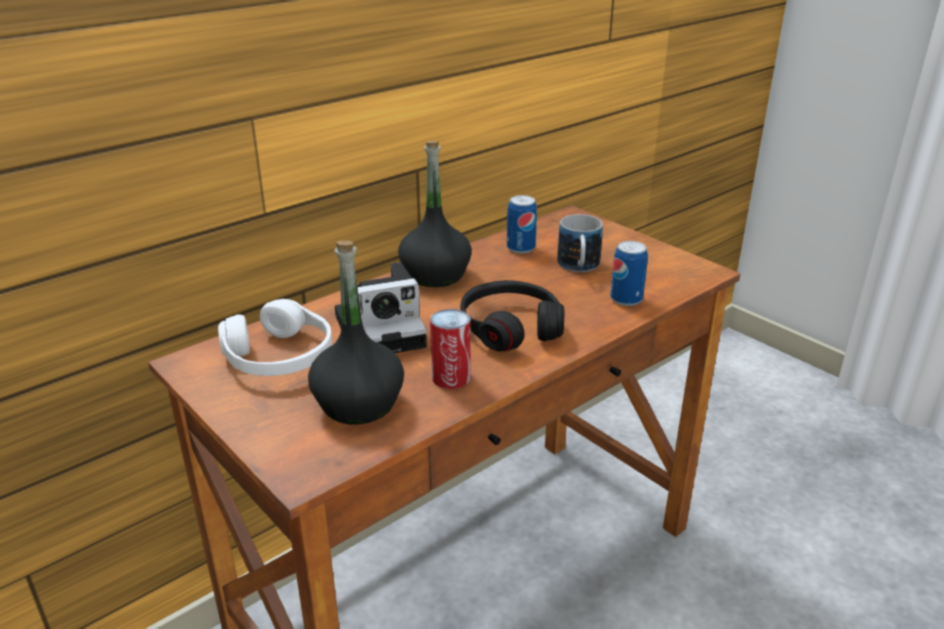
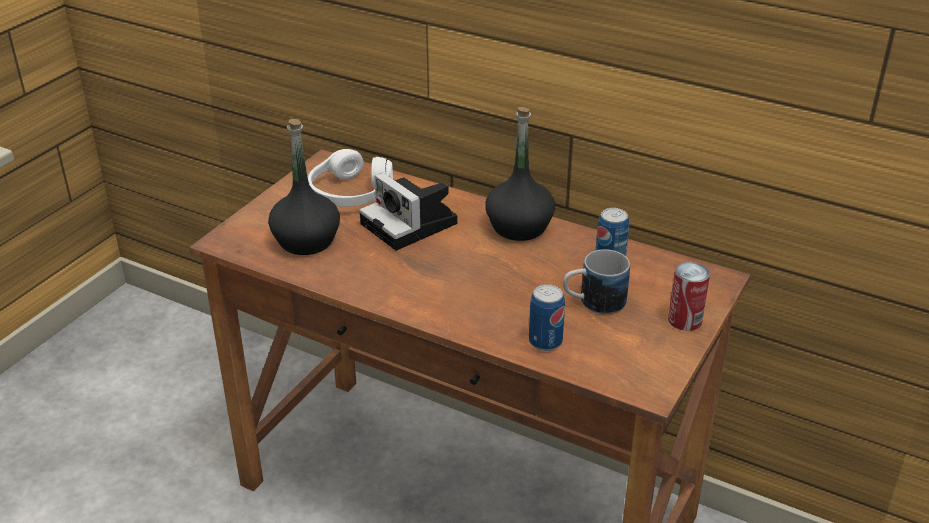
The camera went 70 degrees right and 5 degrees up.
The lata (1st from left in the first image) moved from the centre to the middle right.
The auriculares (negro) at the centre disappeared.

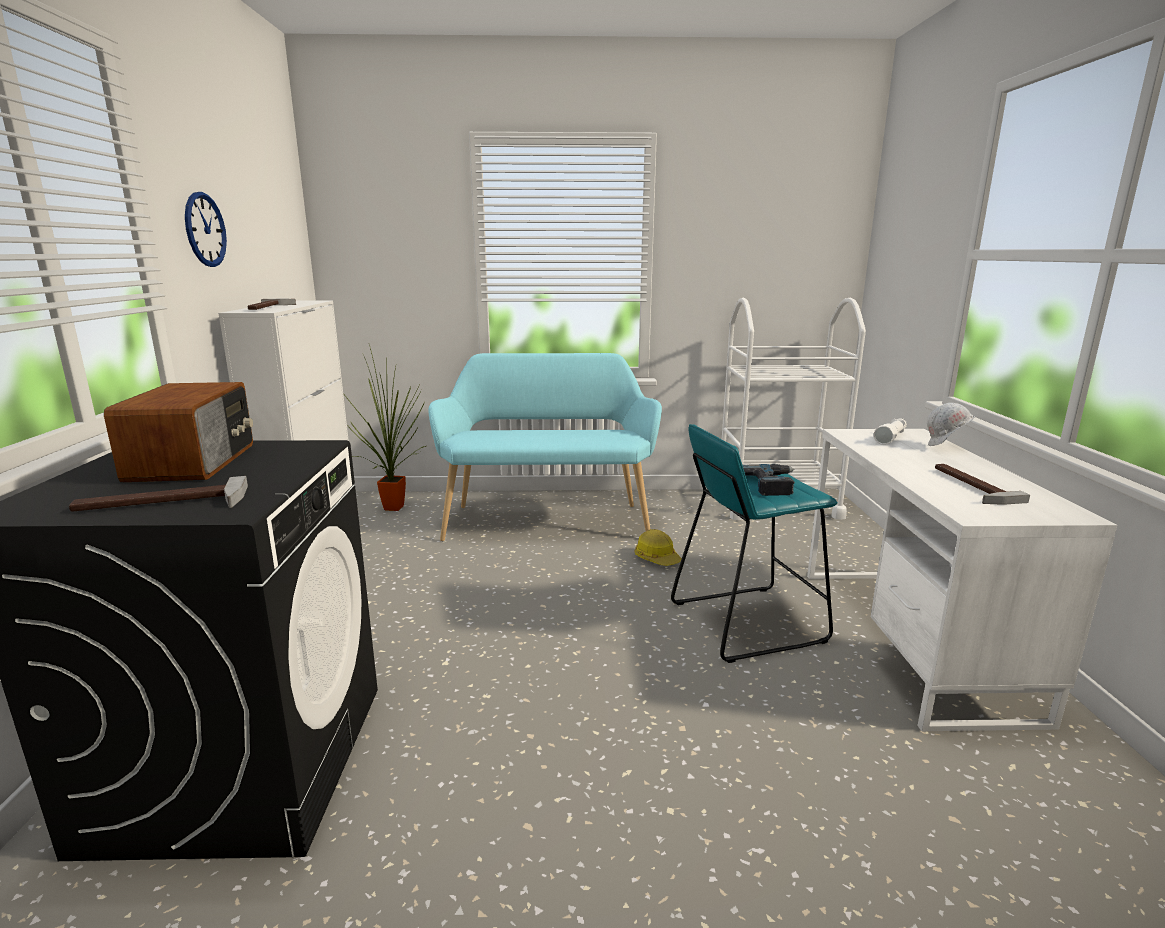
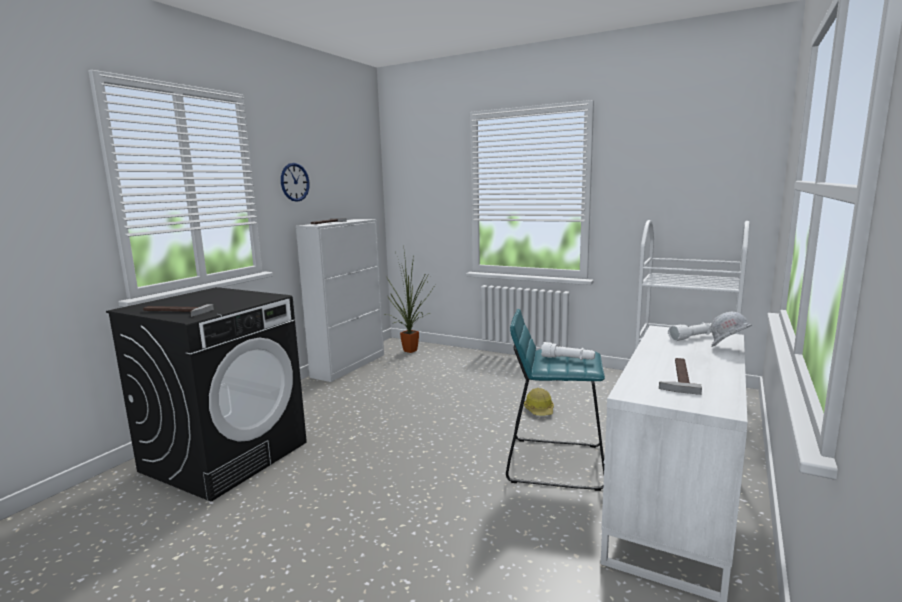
The camera went 30 degrees right and 5 degrees down.
The radio at the middle left disappeared.
The banco (turquesa) at the centre disappeared.
The taladro at the centre was replaced by the linterna (blanco) (1st from left) at the centre.

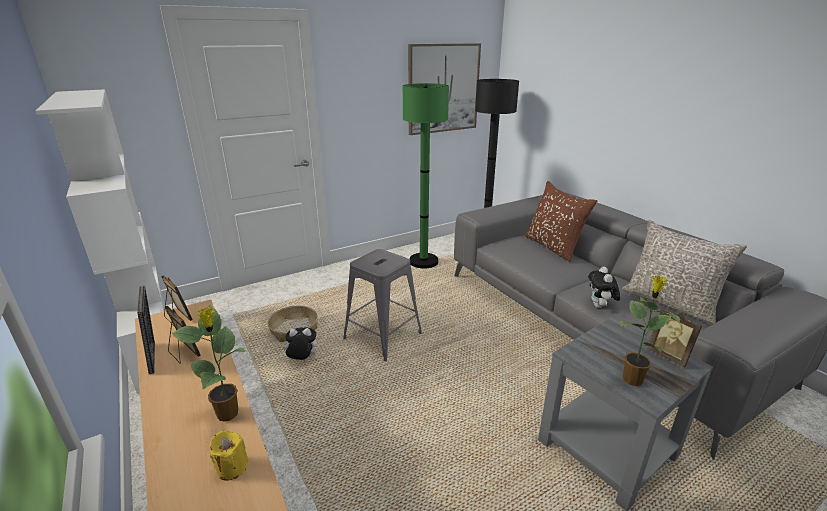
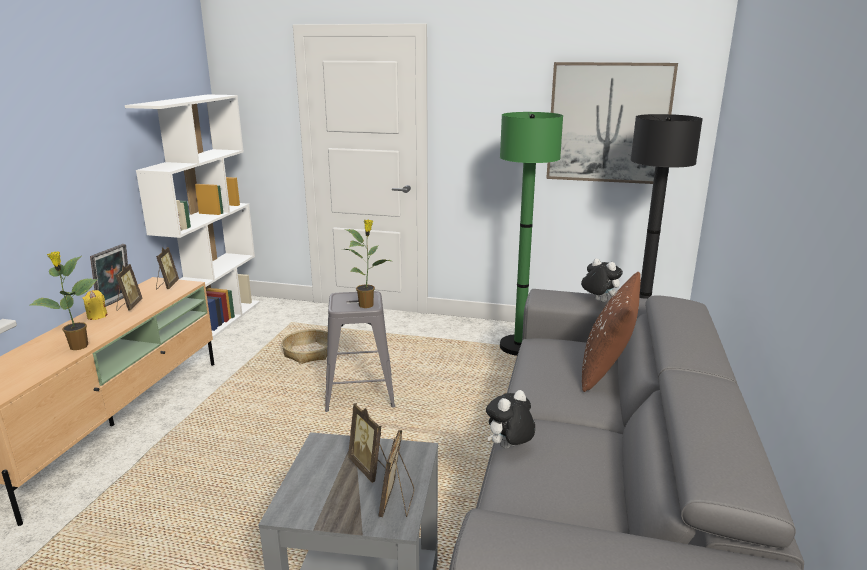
The camera went 45 degrees right and 5 degrees down.
The vela (amarillo) moved from the bottom left to the middle left.
The peluche (1st from left in the first image) moved from the bottom centre to the middle right.
The planta en maceta (2nd from left) moved from the middle right to the centre.
The cojín (gris) at the middle right disappeared.
The portarretratos (4th from left) at the bottom centre appeared.

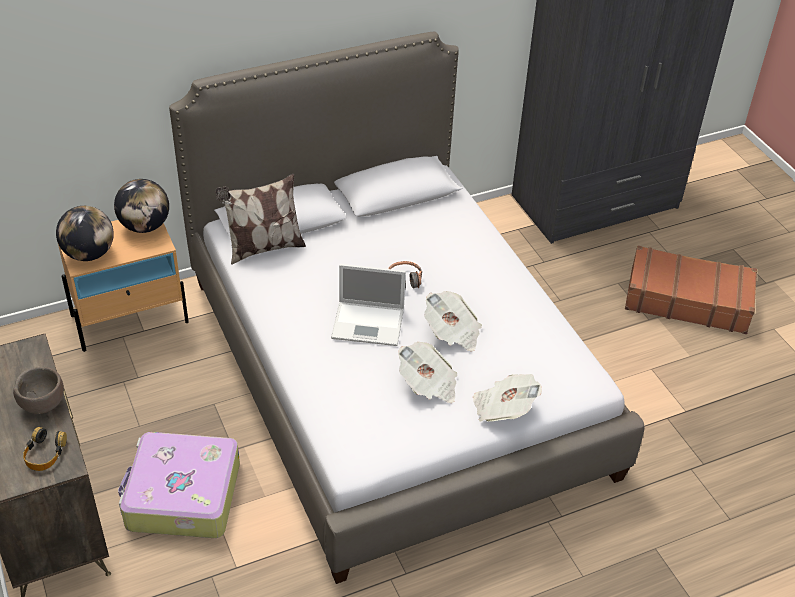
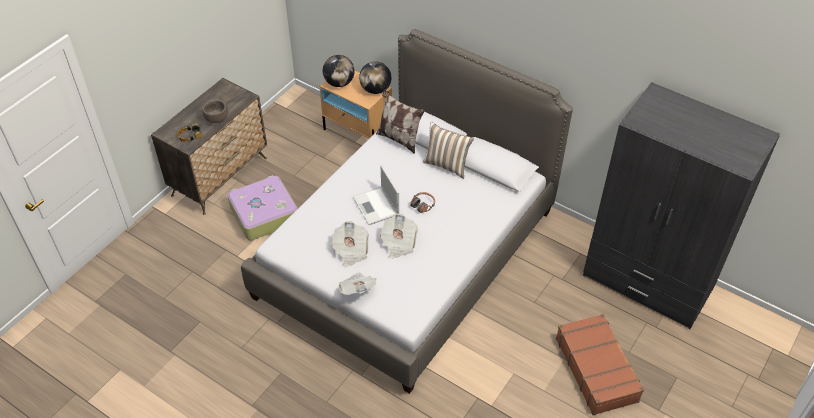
The camera went 60 degrees right and 5 degrees up.
The cojín (2nd from left) at the centre appeared.

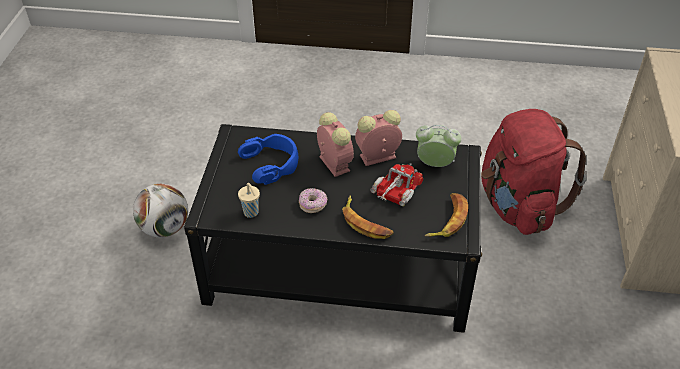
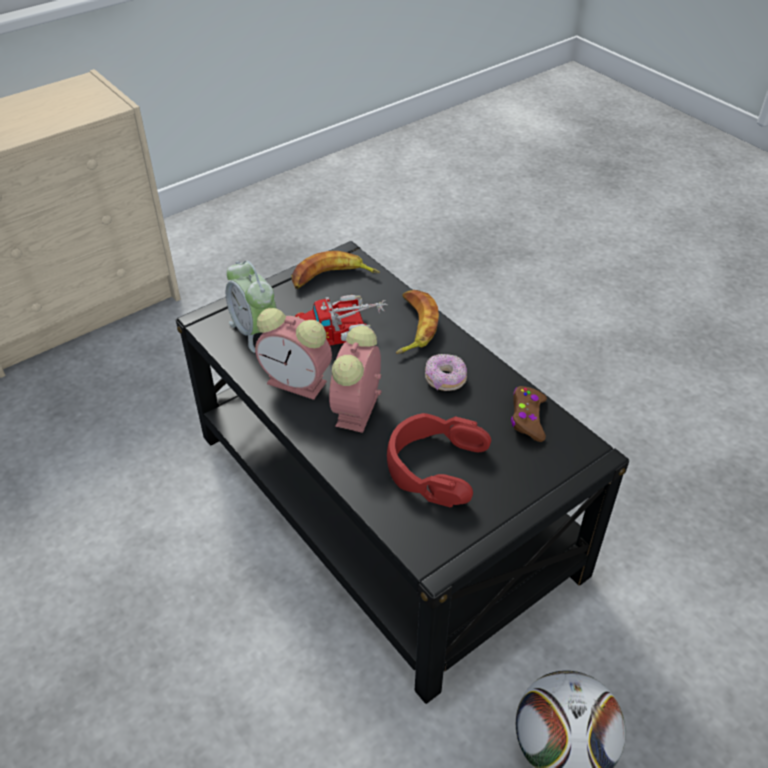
The camera went 135 degrees left and 0 degrees up.
The auriculares (azul) at the centre became the auriculares (rojo) at the centre.
The taza (beis) at the centre was replaced by the mando de consola (marrón) at the middle right.
The mochila (rojo) at the middle right disappeared.

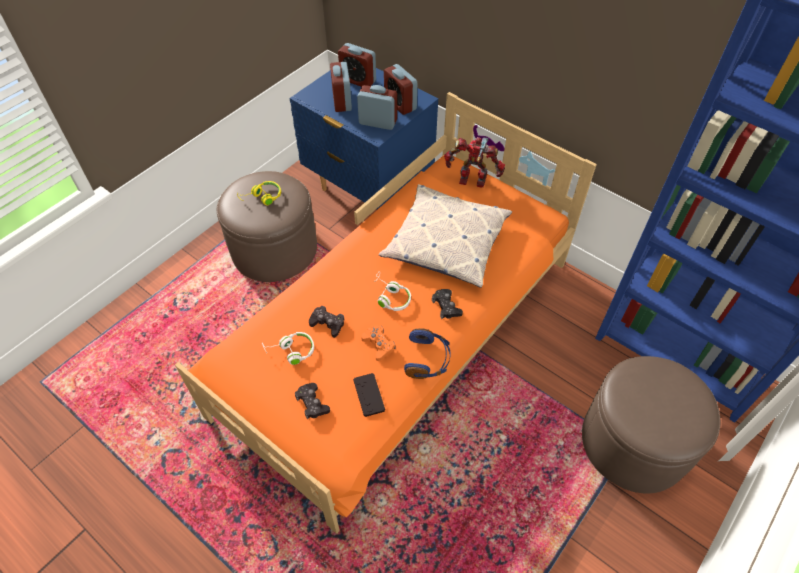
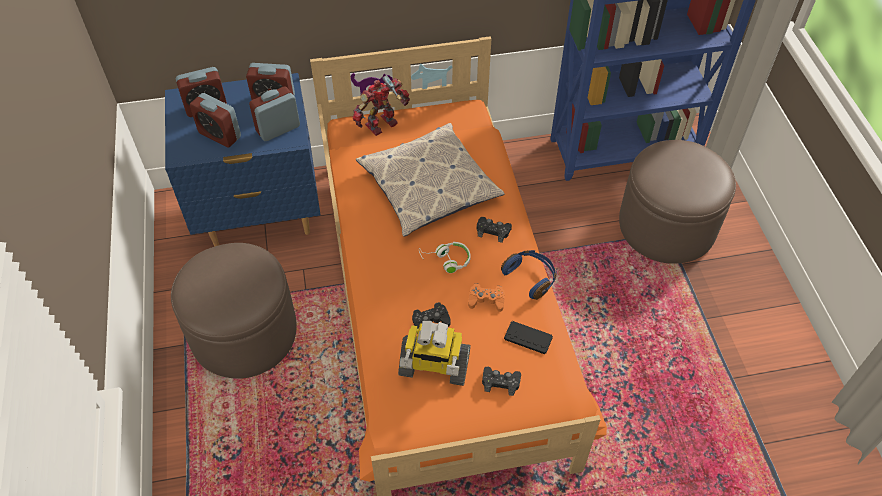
The camera went 50 degrees left and 0 degrees up.
The auriculares (amarillo) at the middle left disappeared.
The auriculares (blanco) (1st from left) at the centre was replaced by the robot de juguete (2nd from left) at the bottom centre.

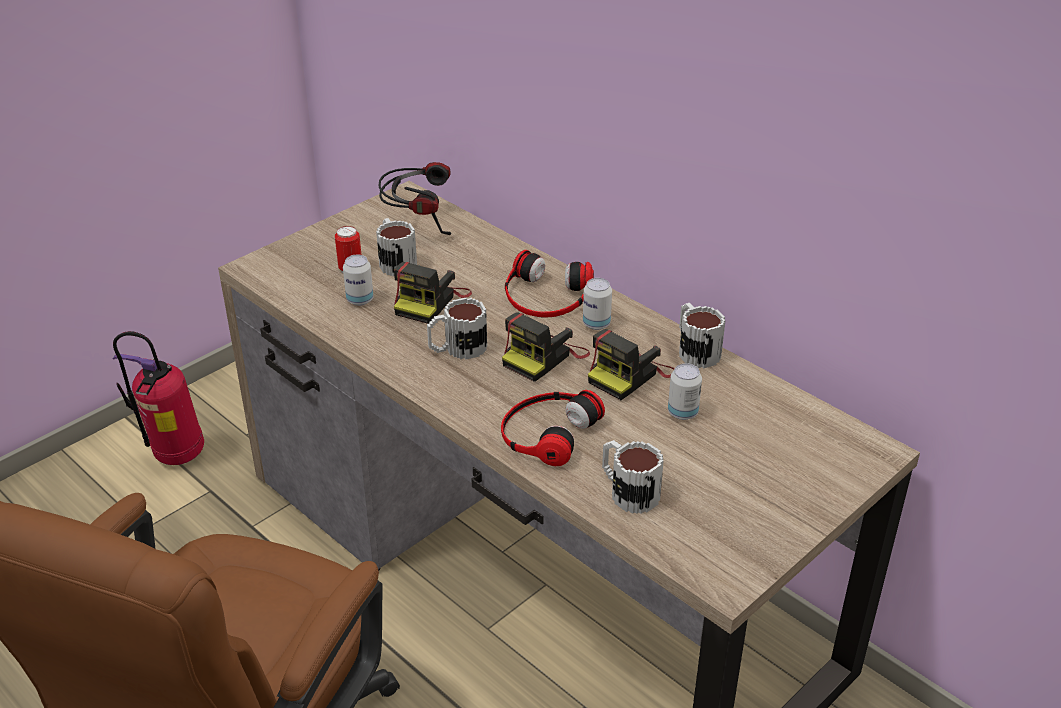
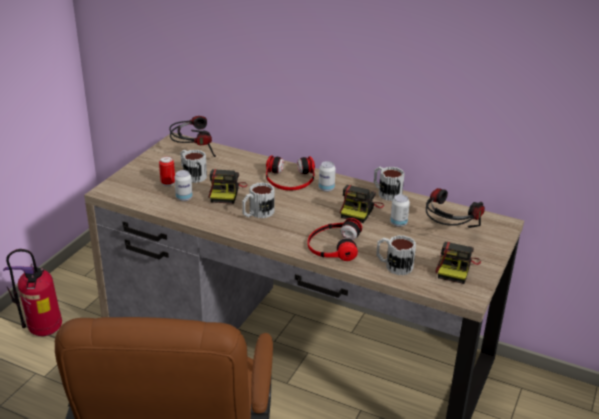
The camera went 20 degrees left and 5 degrees down.
The cámara (2nd from left in the first image) moved from the centre to the middle right.
The auriculares (4th from left) at the middle right appeared.

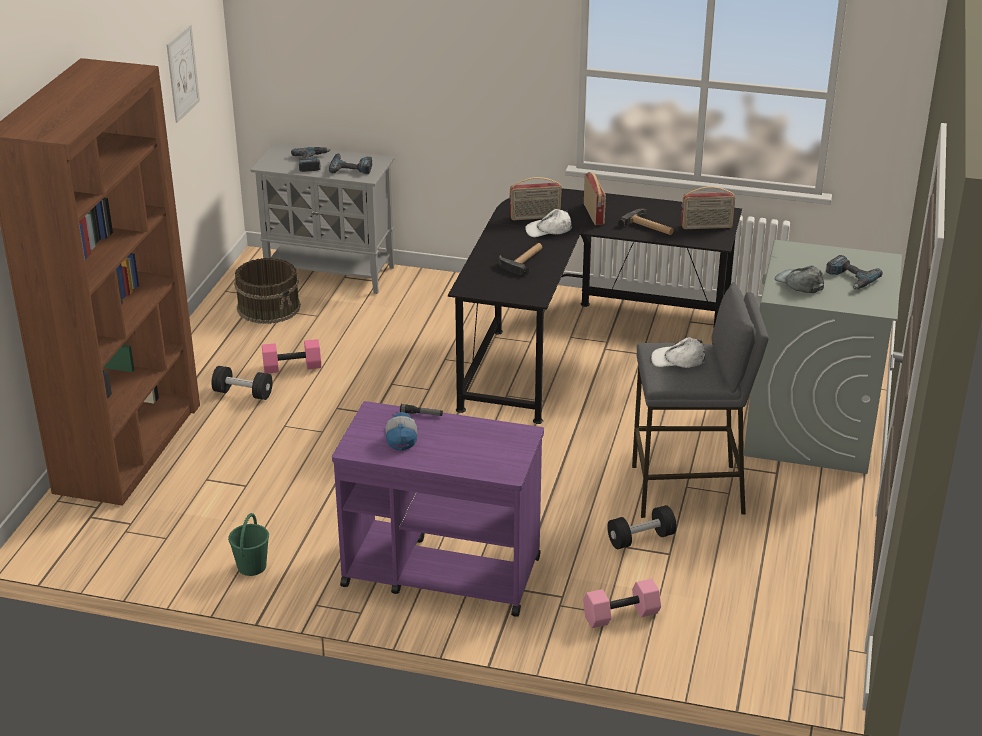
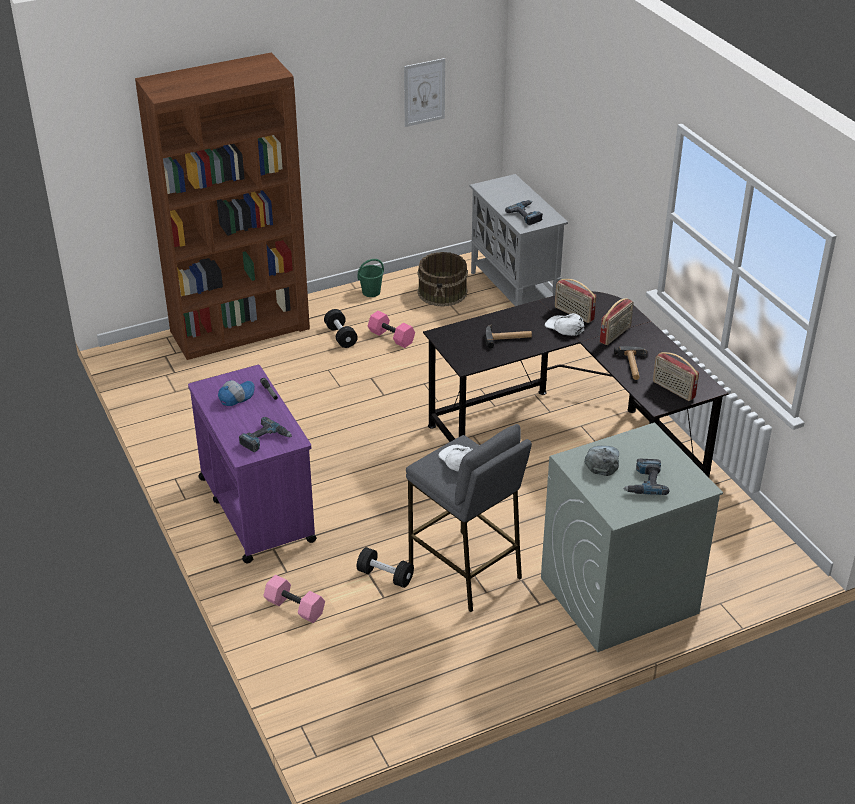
The camera went 50 degrees right and 5 degrees up.
The cubo (verde) moved from the bottom left to the centre.
The taladro (1st from left) moved from the top left to the middle left.

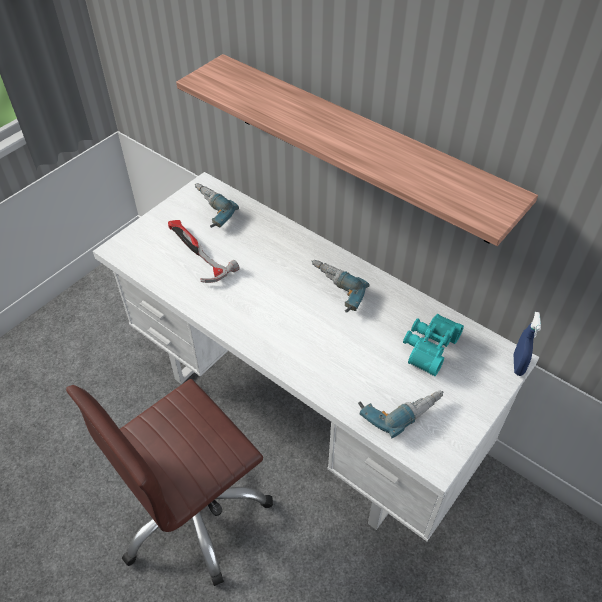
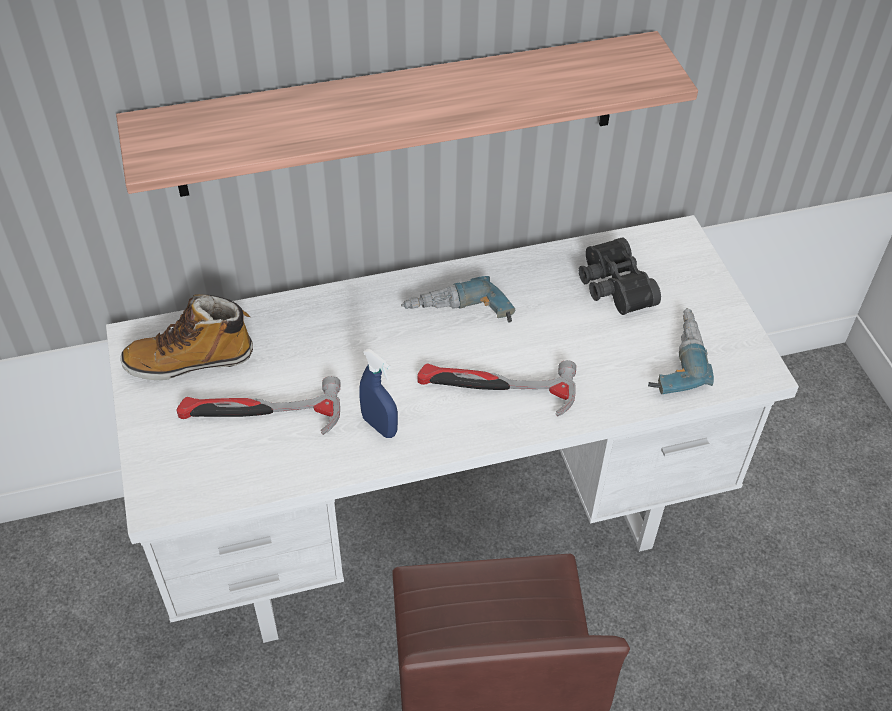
The camera went 55 degrees left and 0 degrees up.
The taladro (1st from left) at the centre was replaced by the bota at the middle left.
The prismáticos (turquesa) at the middle right became the prismáticos (negro) at the middle right.
The pulverizador (azul) moved from the middle right to the centre.
The martillo (2nd from left) at the centre appeared.

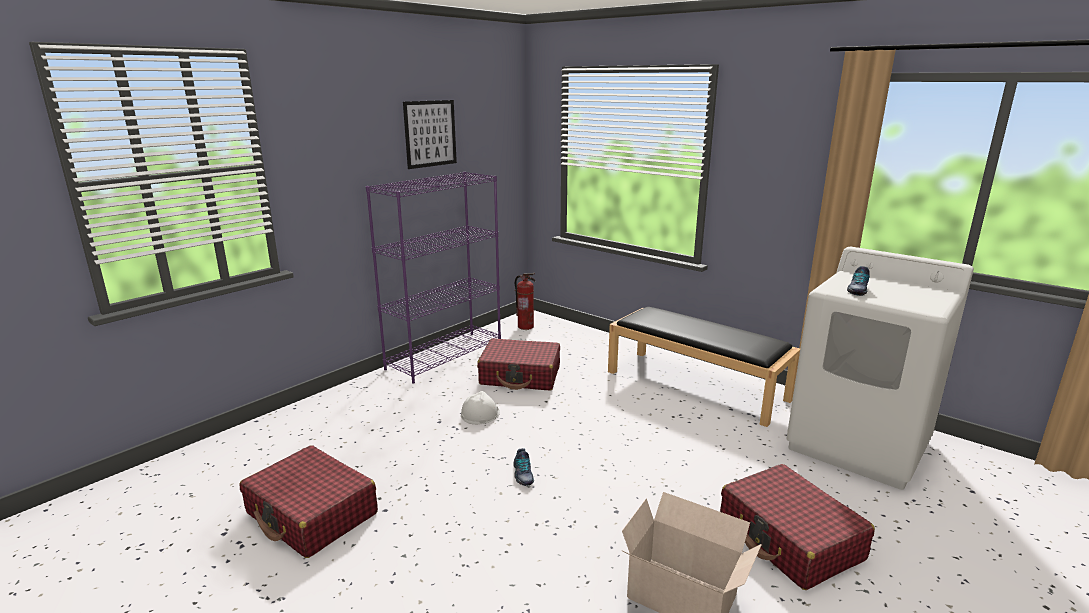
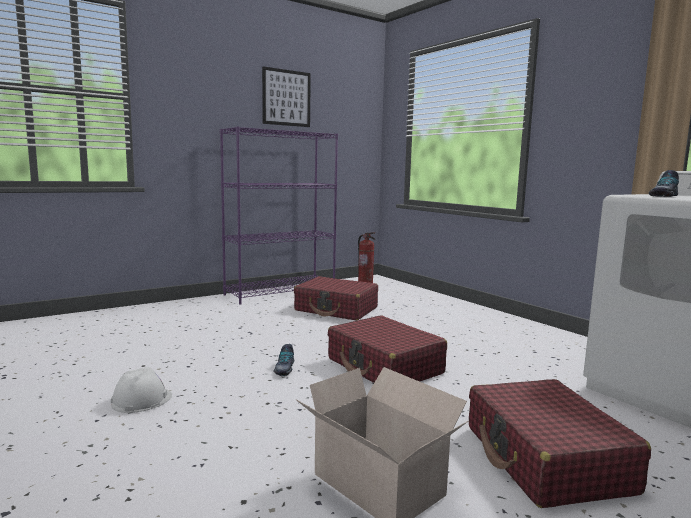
The camera went 15 degrees right and 10 degrees down.
The maleta (rojo) (1st from left in the first image) moved from the bottom left to the bottom centre.
The casco (blanco) moved from the centre to the bottom left.
The banco (negro) at the centre disappeared.

